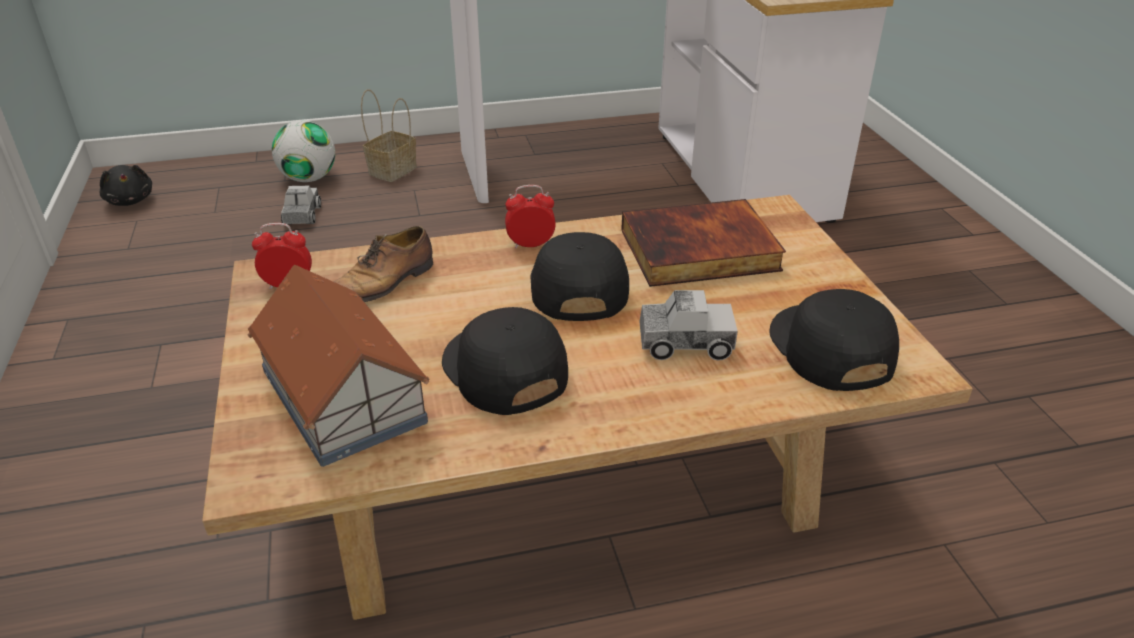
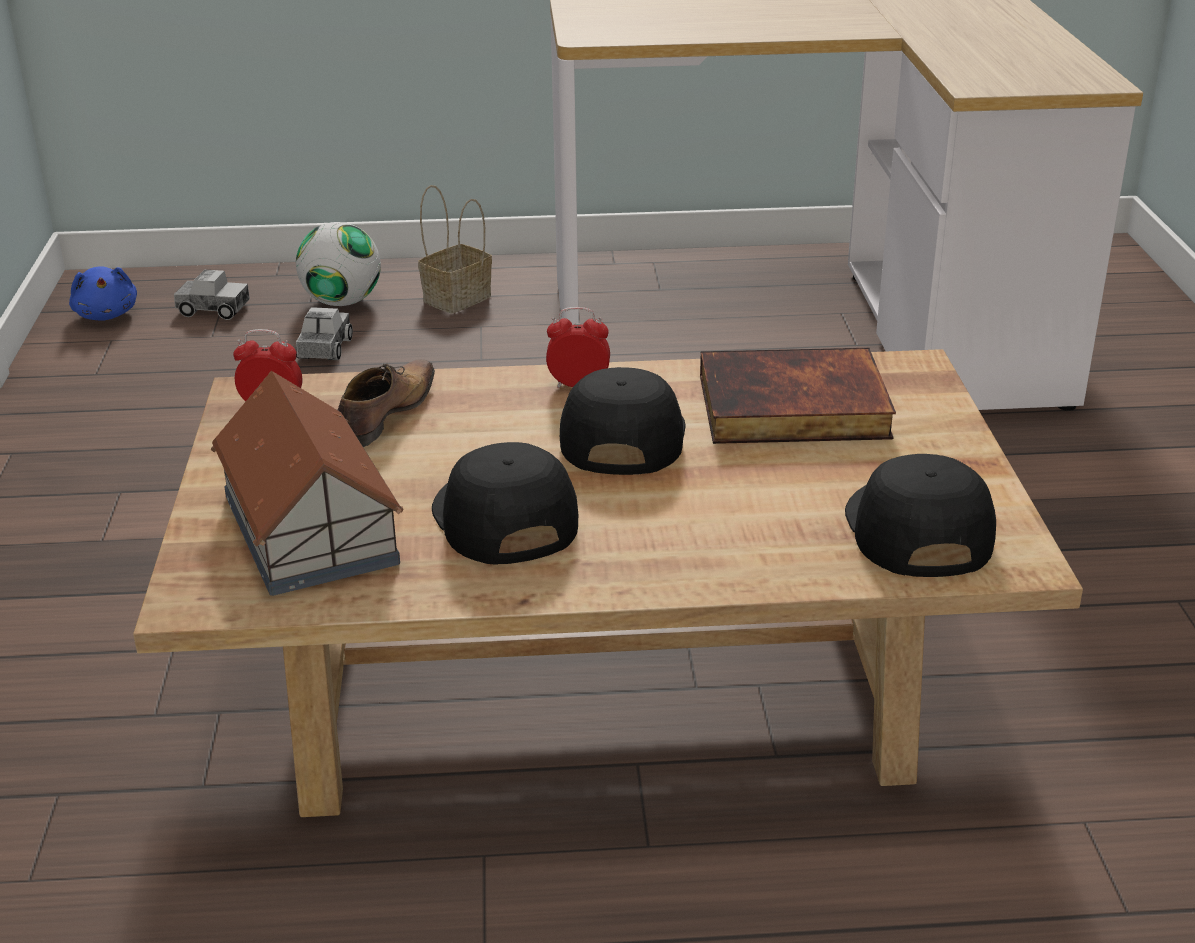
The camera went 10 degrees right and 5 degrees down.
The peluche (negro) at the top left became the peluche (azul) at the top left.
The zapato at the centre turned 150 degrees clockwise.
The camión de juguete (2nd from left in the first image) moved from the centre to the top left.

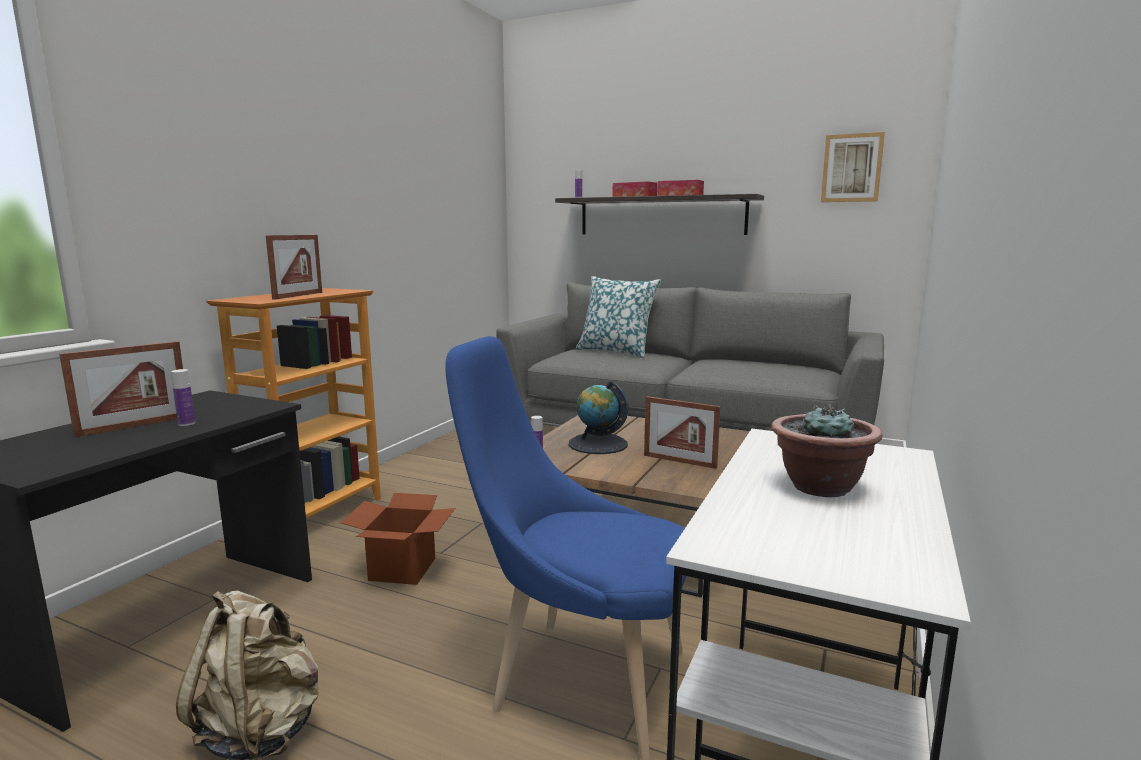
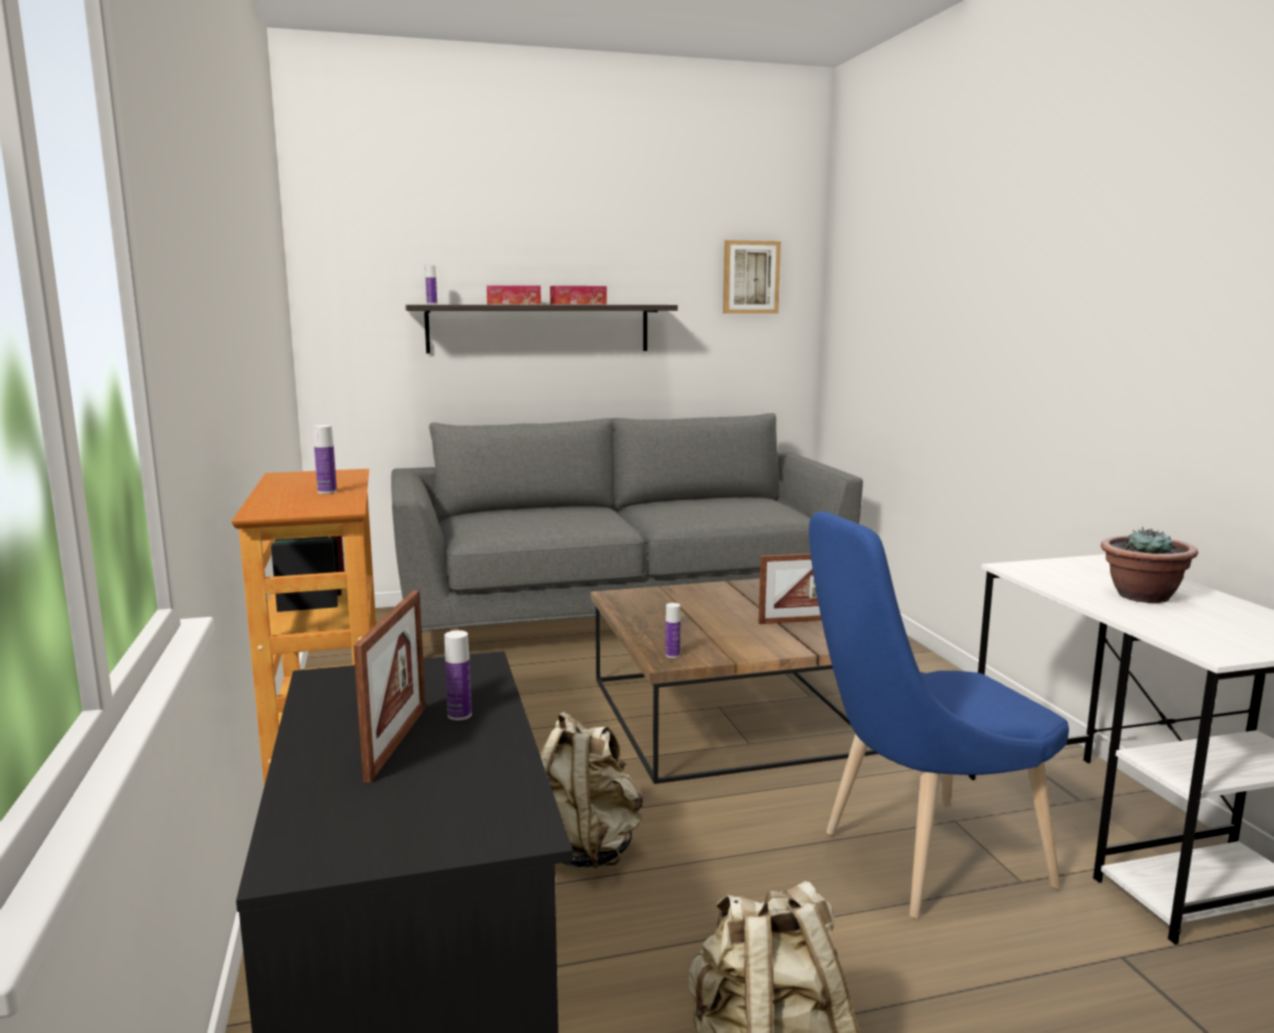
The camera went 40 degrees left and 0 degrees up.
The portarretratos (2nd from left) at the middle left was replaced by the botella (1st from left) at the middle left.
The caja de cartón at the bottom centre was replaced by the mochila (beis) (1st from left) at the bottom centre.
The globo terráqueo at the centre disappeared.
The cojín at the centre disappeared.

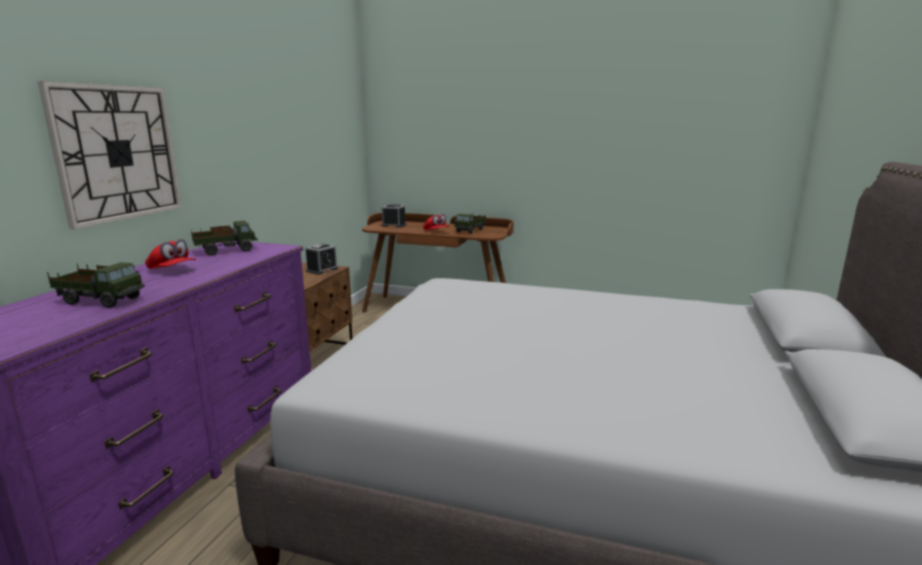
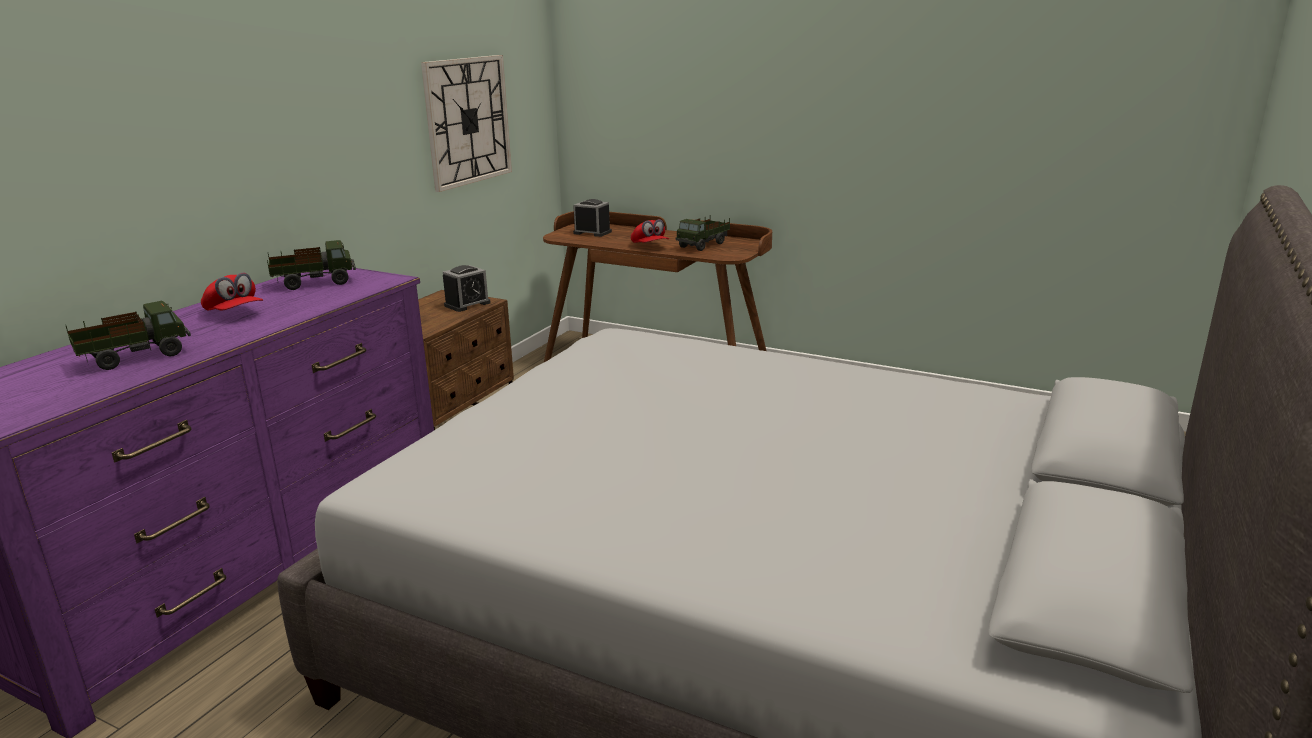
The camera went 10 degrees right and 5 degrees up.
The reloj de pared moved from the top left to the top centre.
The camión de juguete (1st from left) at the middle left turned 60 degrees counterclockwise.

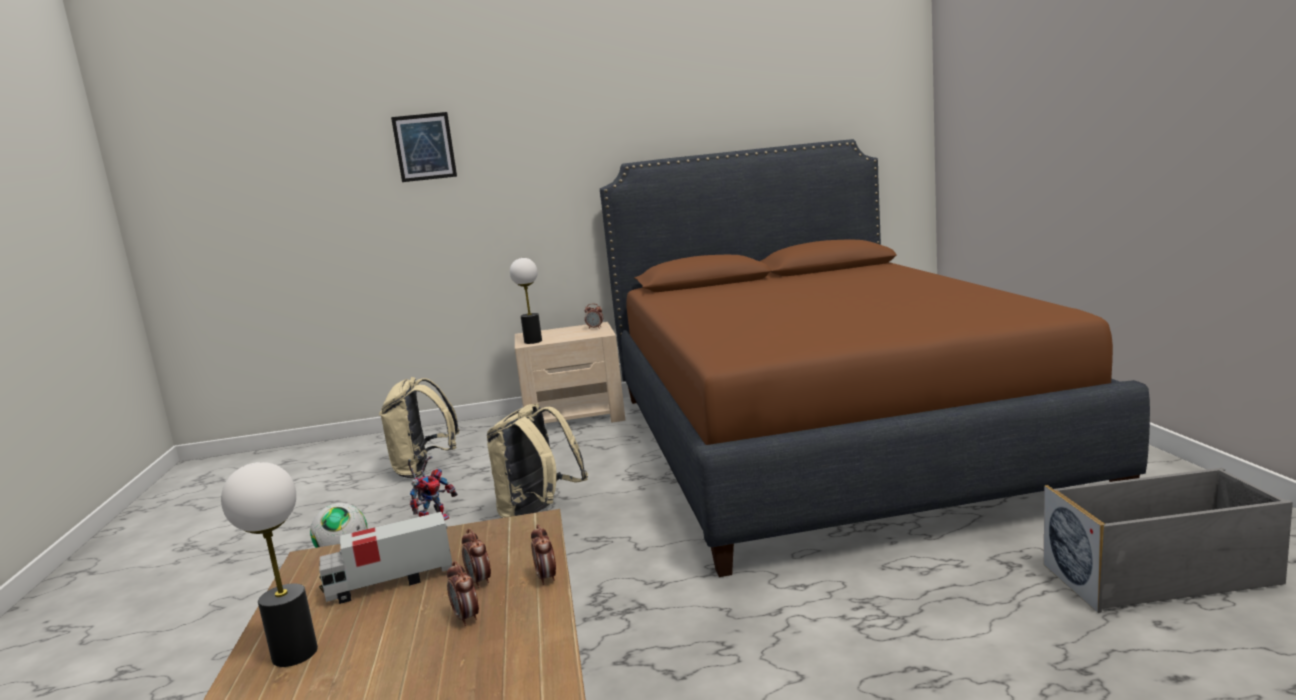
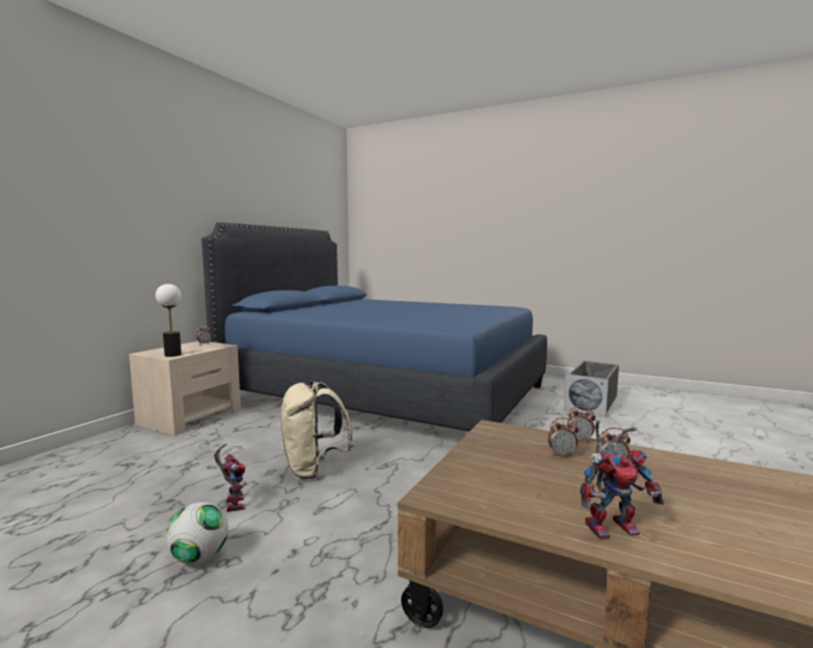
The camera went 55 degrees left and 5 degrees down.
The lámpara de mesa (1st from left) at the bottom left was replaced by the robot de juguete (2nd from left) at the bottom right.
The camión de juguete at the bottom left disappeared.
The mochila (beis) (1st from left) at the middle left disappeared.
The cuadro at the top left disappeared.
The cama (marrón) at the middle right became the cama (azul) at the centre.

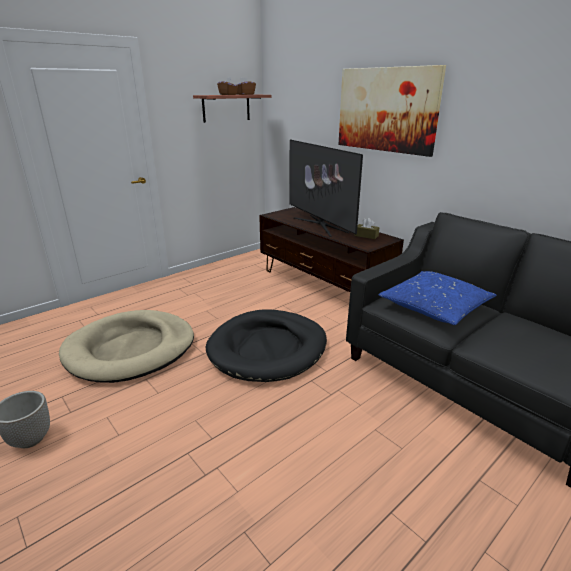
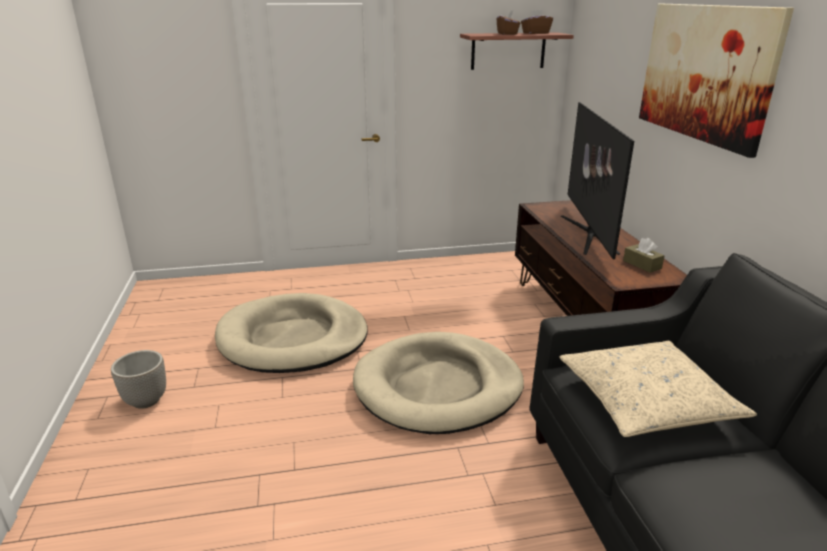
The camera went 30 degrees right and 0 degrees up.
The cama para perro (negro) at the centre became the cama para perro (beis) (2nd from left) at the bottom centre.
The cojín (azul) at the middle right became the cojín (beis) at the bottom right.

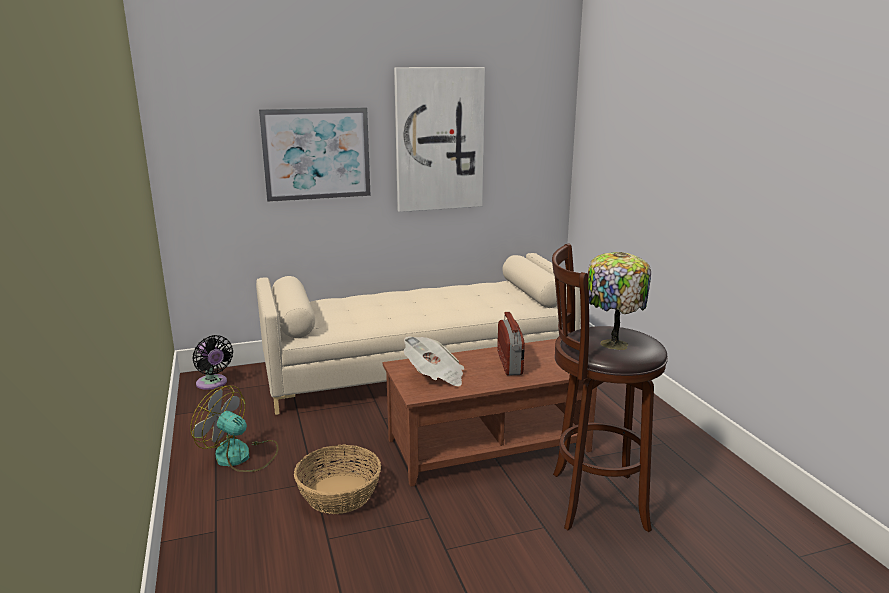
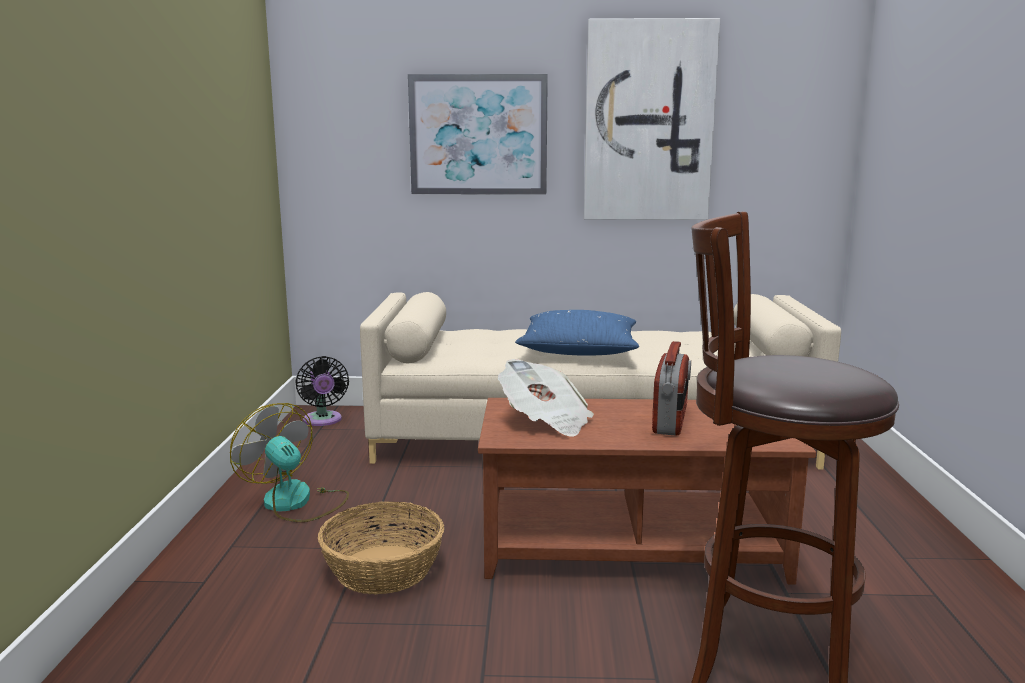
The camera went 20 degrees right and 5 degrees down.
The lámpara de mesa at the middle right disappeared.
The cojín (azul) at the centre appeared.

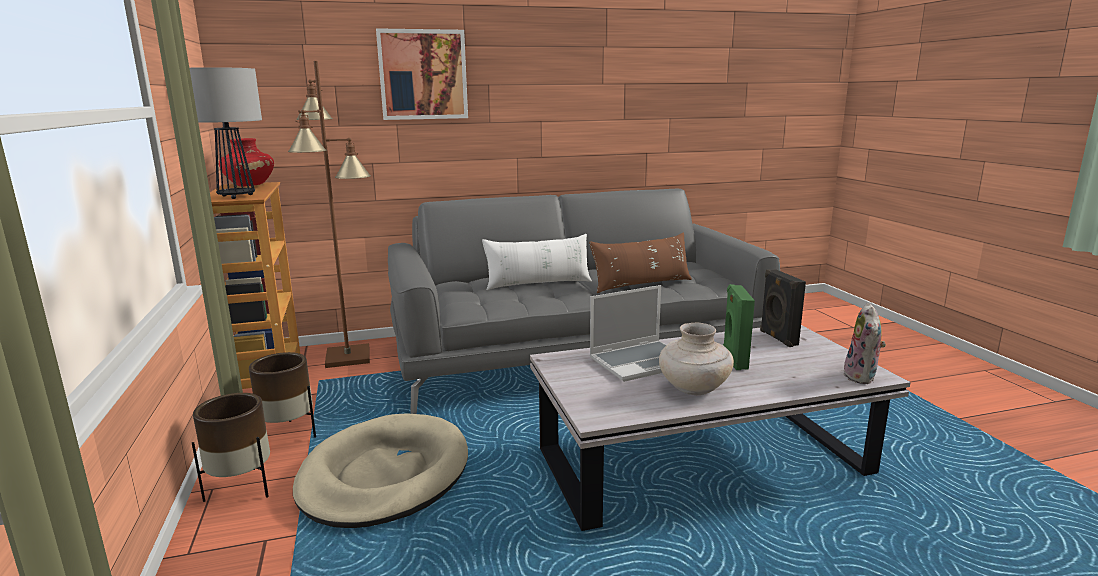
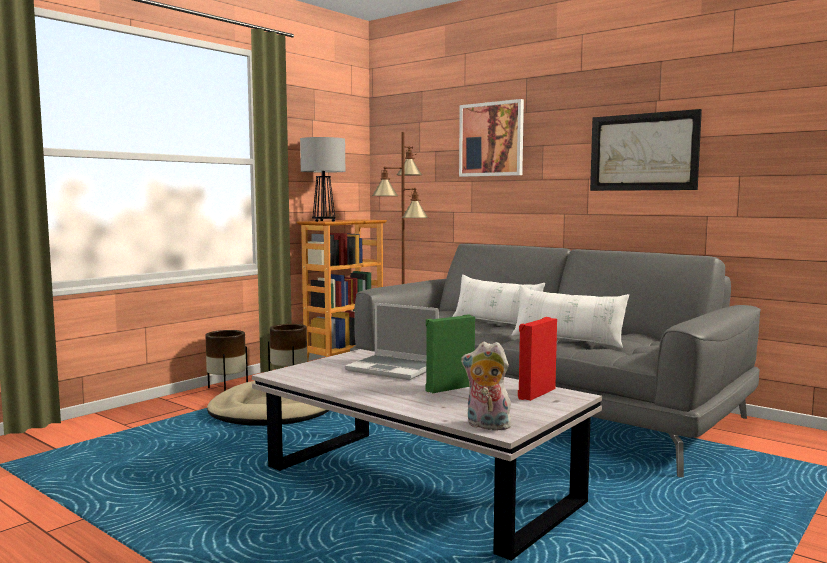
The camera went 55 degrees right and 10 degrees down.
The florero (rojo) at the top left disappeared.
The cojín (marrón) at the centre became the cojín (blanco) (2nd from left) at the middle right.
The florero (beis) at the centre disappeared.
The altavoz (negro) at the middle right became the altavoz (rojo) at the centre.
The peluche at the middle right turned 45 degrees clockwise.
The cuadro (2nd from left) at the top right appeared.

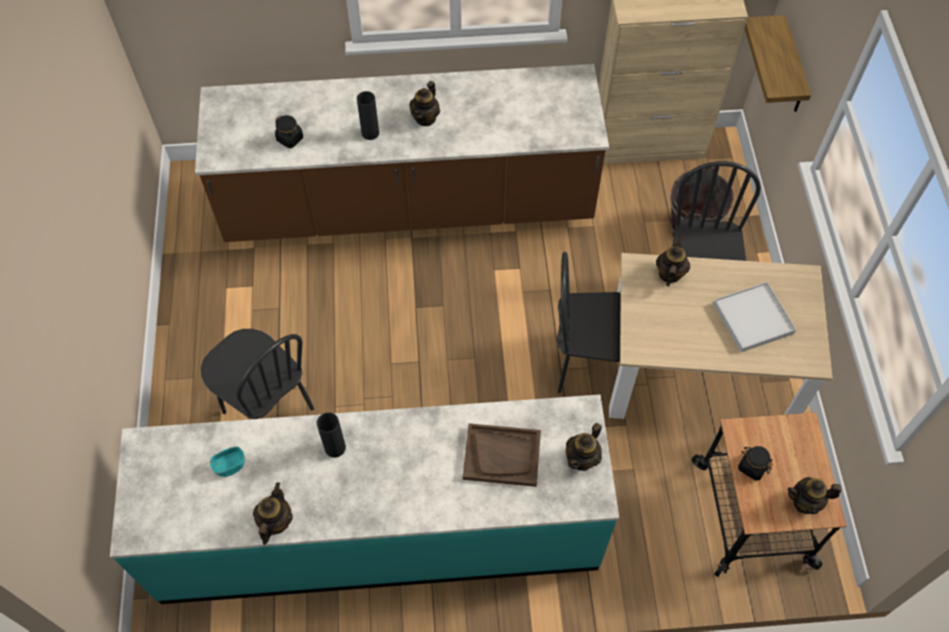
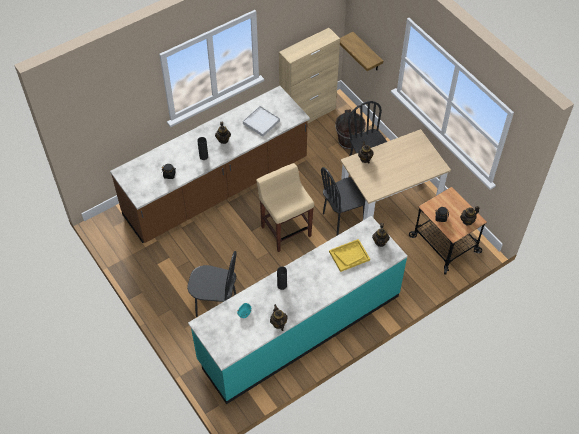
The camera went 30 degrees left and 5 degrees down.
The bandeja (marrón) at the bottom centre became the bandeja (amarillo) at the centre.
The bandeja (blanco) moved from the middle right to the top centre.
The taburete (beis) at the centre appeared.

